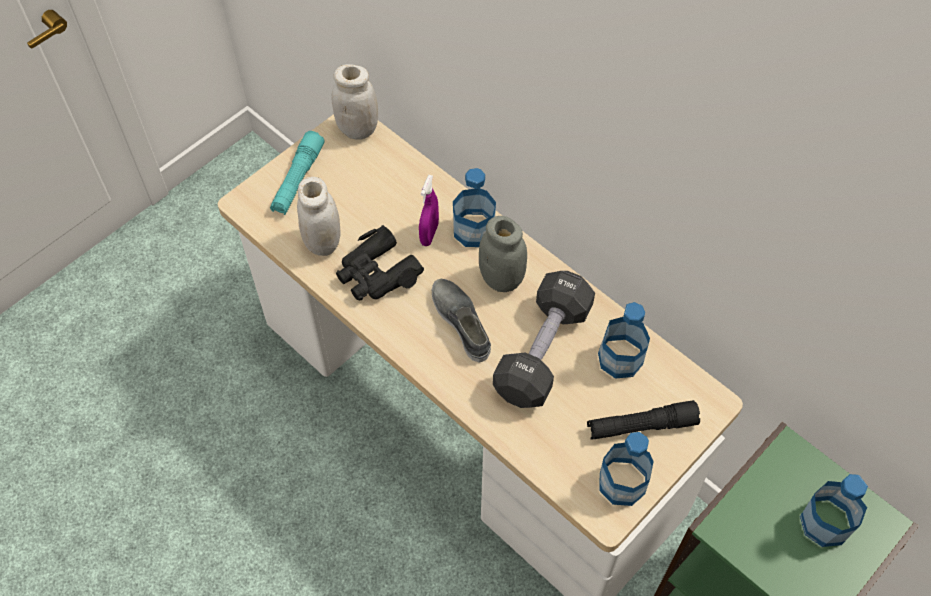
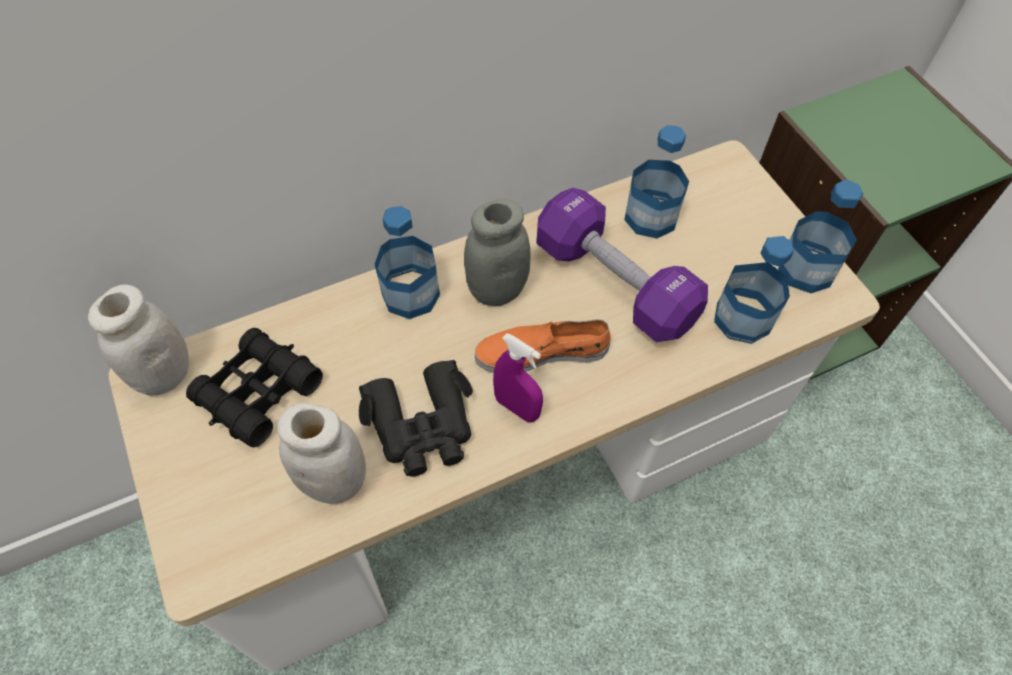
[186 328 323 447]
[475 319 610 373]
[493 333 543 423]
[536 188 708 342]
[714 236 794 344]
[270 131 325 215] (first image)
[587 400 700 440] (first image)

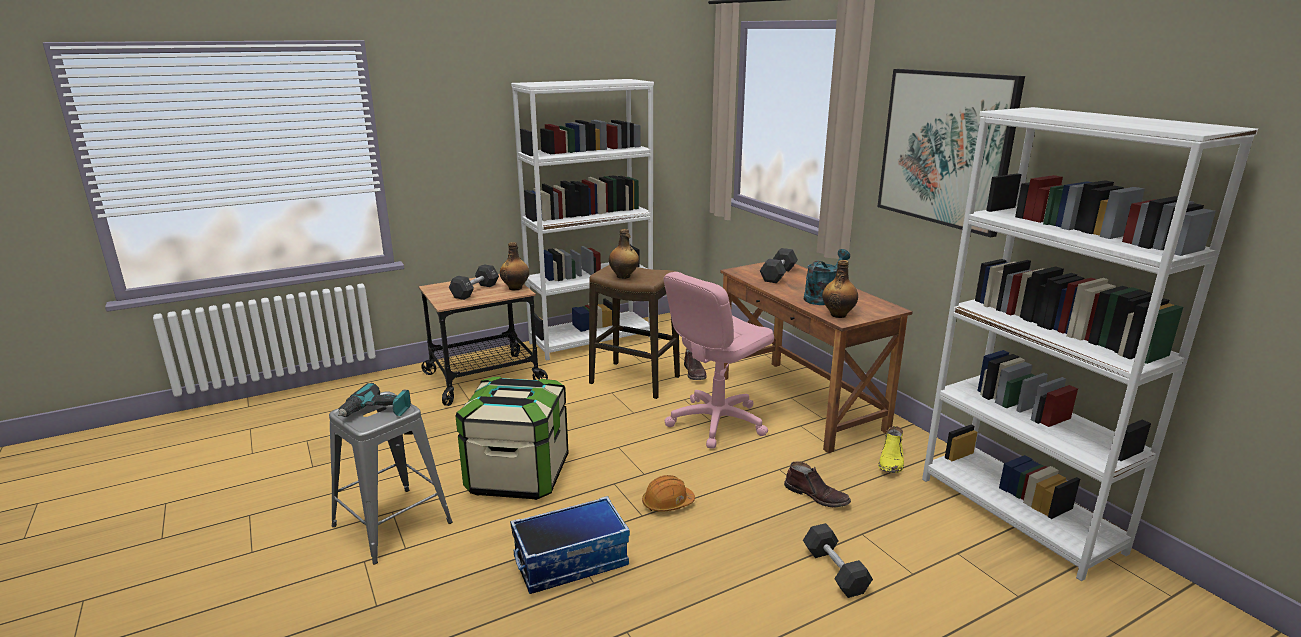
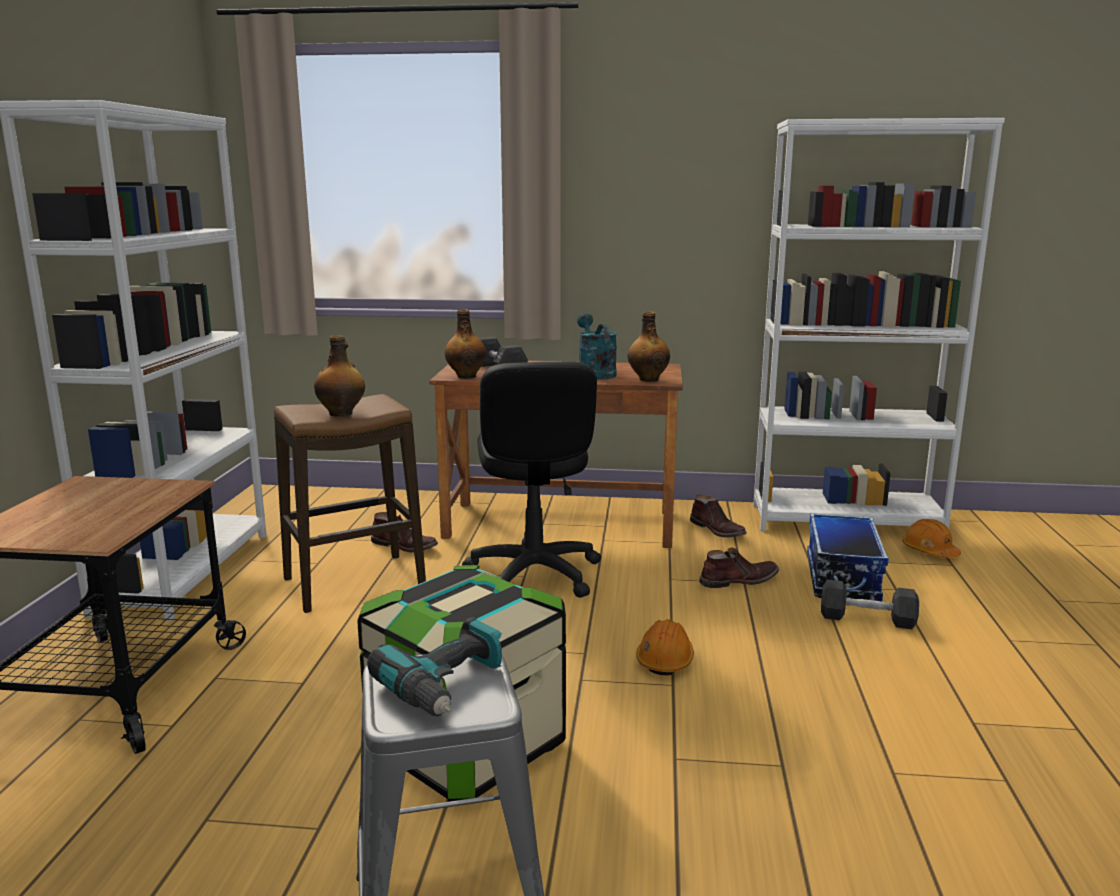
[445 309 486 379]
[462 361 601 598]
[690 494 746 538]
[807 513 889 602]
[902 519 961 558]
[449 264 499 300] (first image)
[877 69 1025 238] (first image)

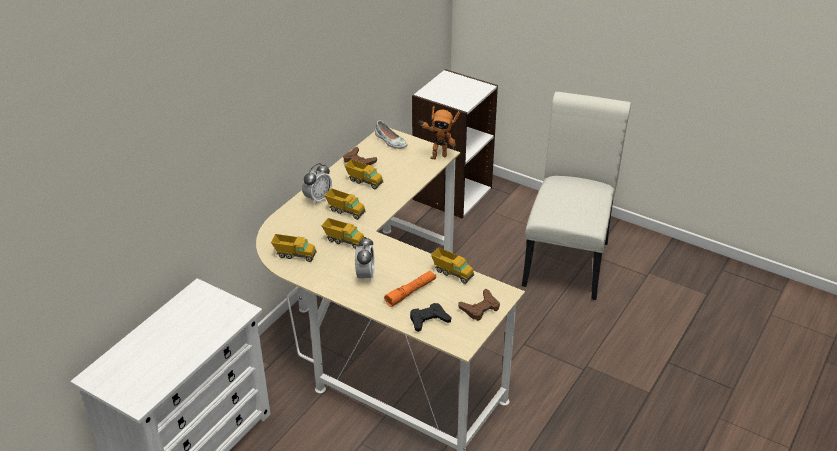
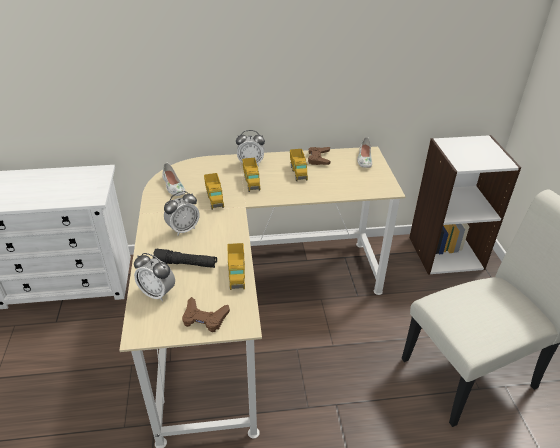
[134 253 175 302]
[153 249 217 268]
[162 163 185 196]
[418 106 460 159] (first image)

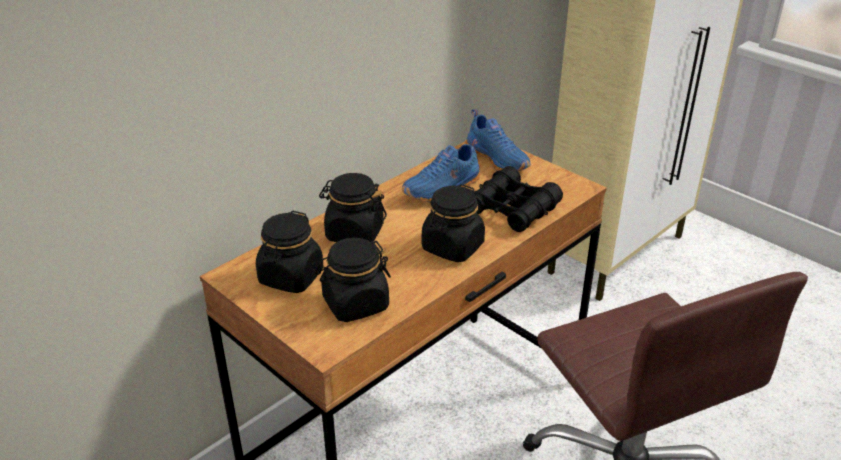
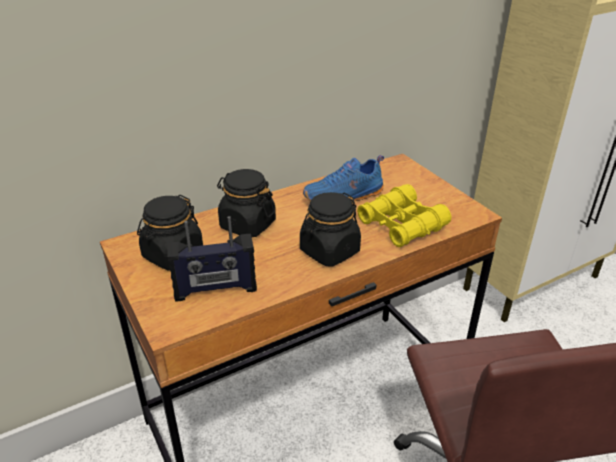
[168 216 257 301]
[357 184 452 247]
[465 109 531 171] (first image)

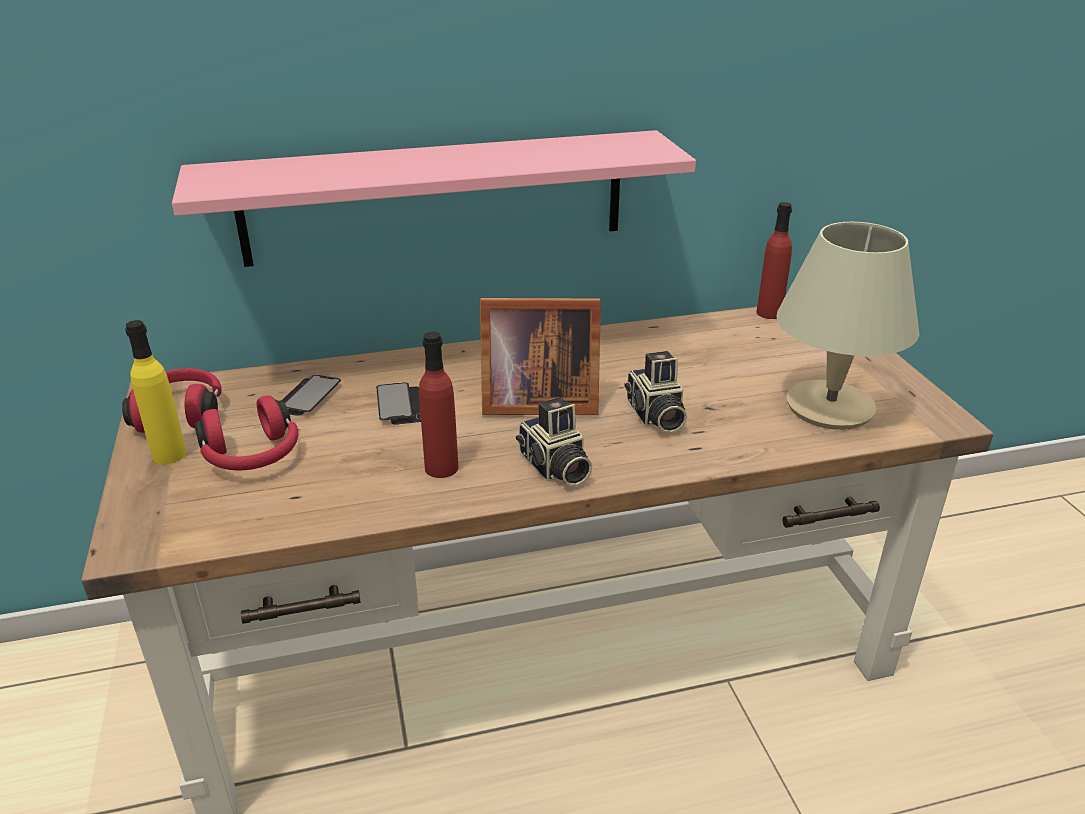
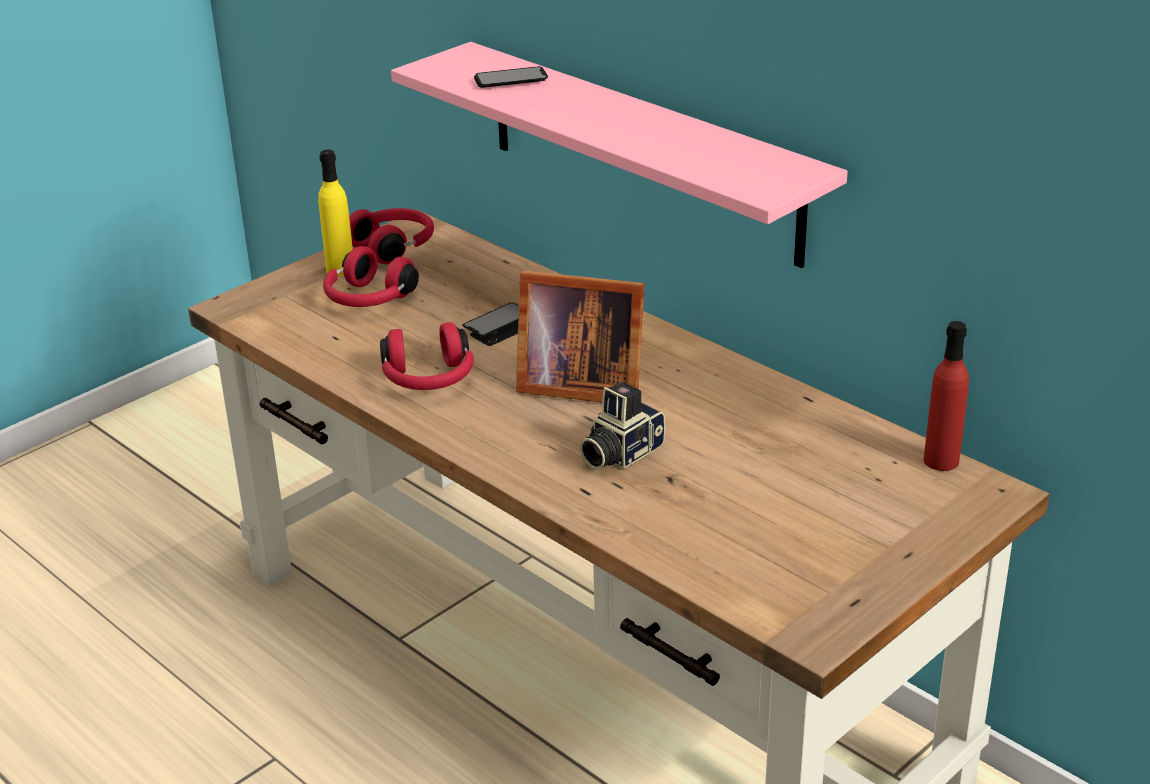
[380 322 474 390]
[474 66 548 88]
[516 271 645 402]
[516 397 592 486] (first image)
[776 222 919 430] (first image)

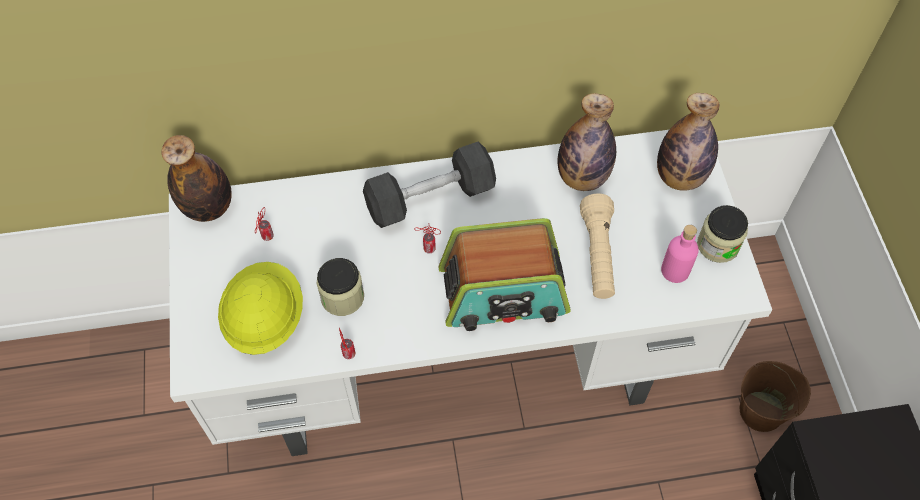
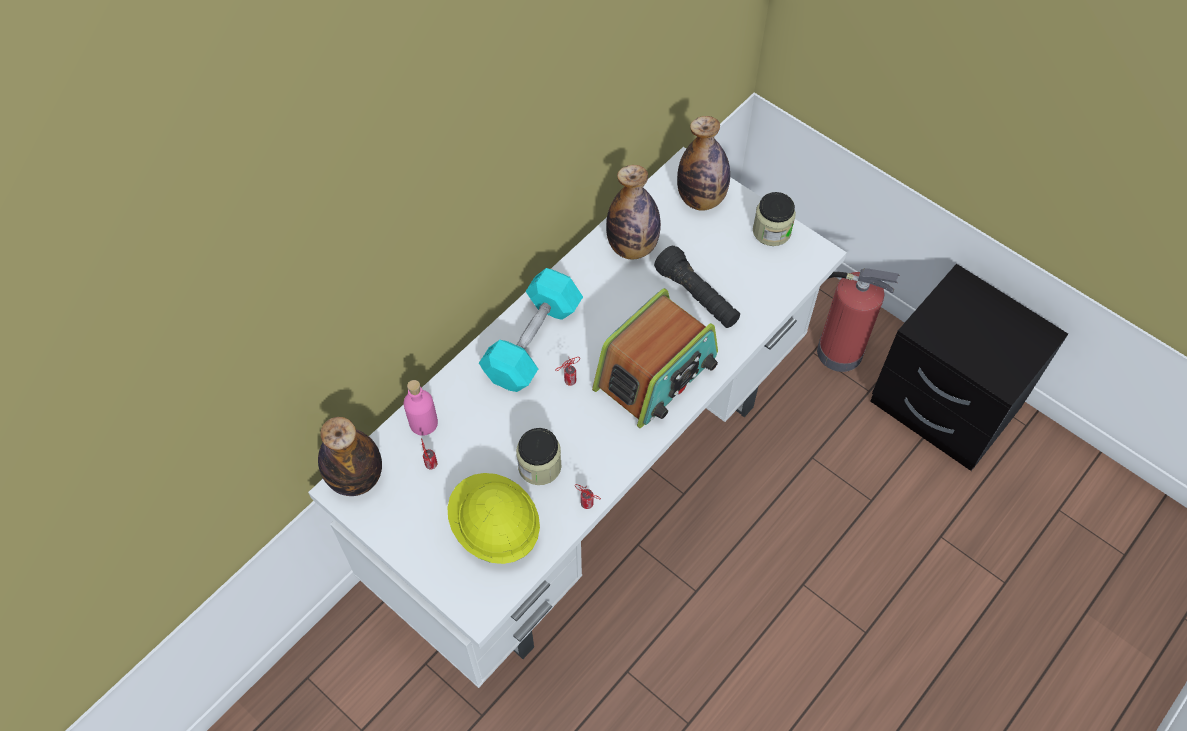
[404 380 438 436]
[479 268 583 392]
[654 246 740 328]
[817 268 900 372]

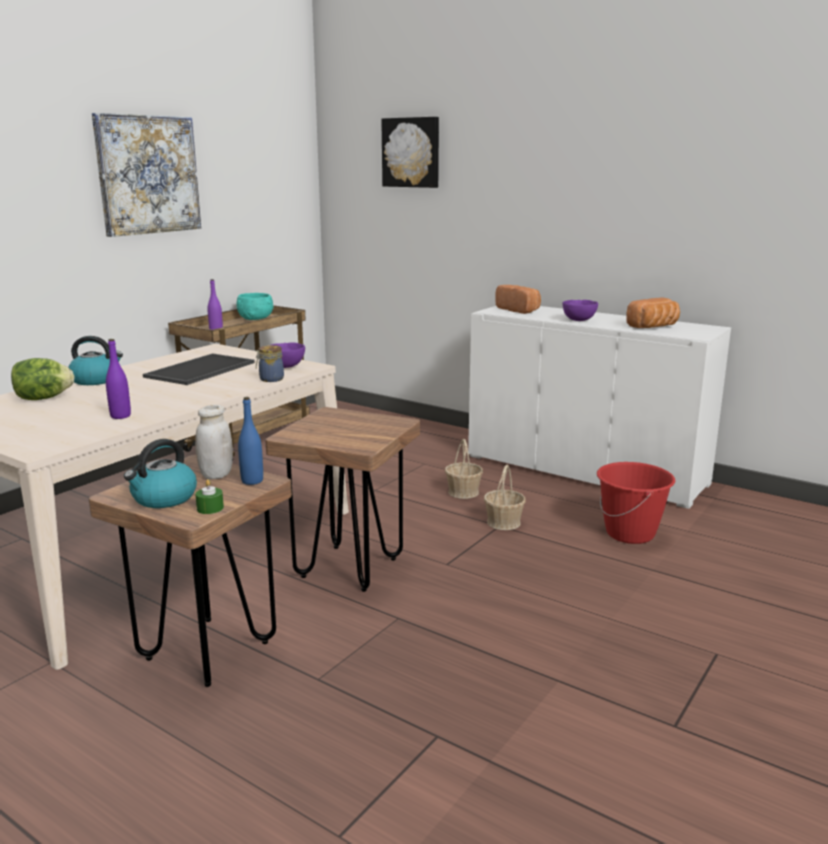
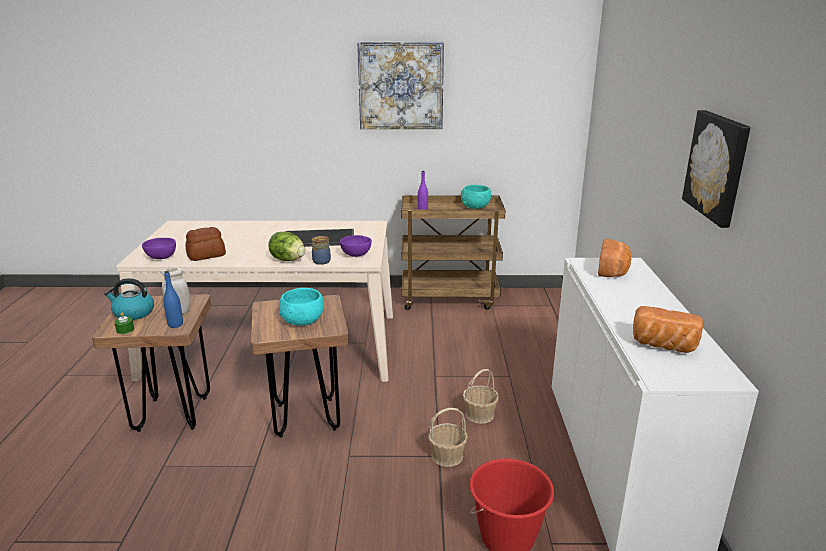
[142 238 176 259]
[186 227 226 261]
[268 232 306 261]
[279 288 324 326]
[682 110 751 228]
[68 336 123 385] (first image)

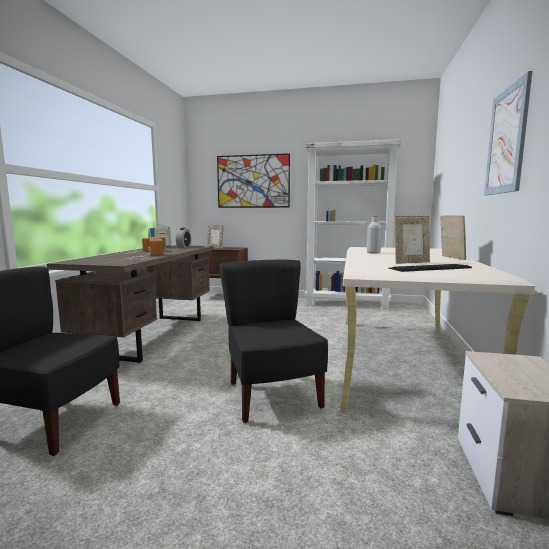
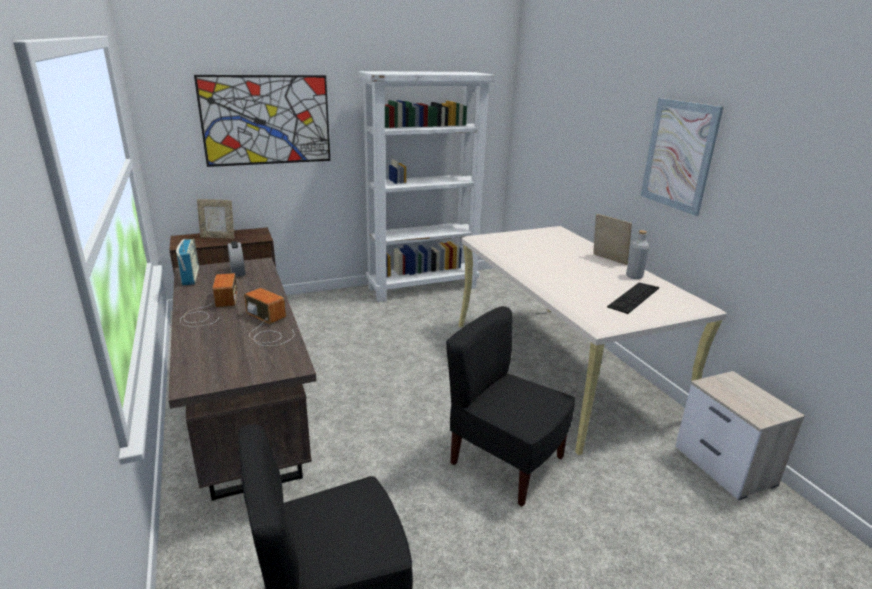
[626 230 649 279]
[394 216 430 264] (first image)

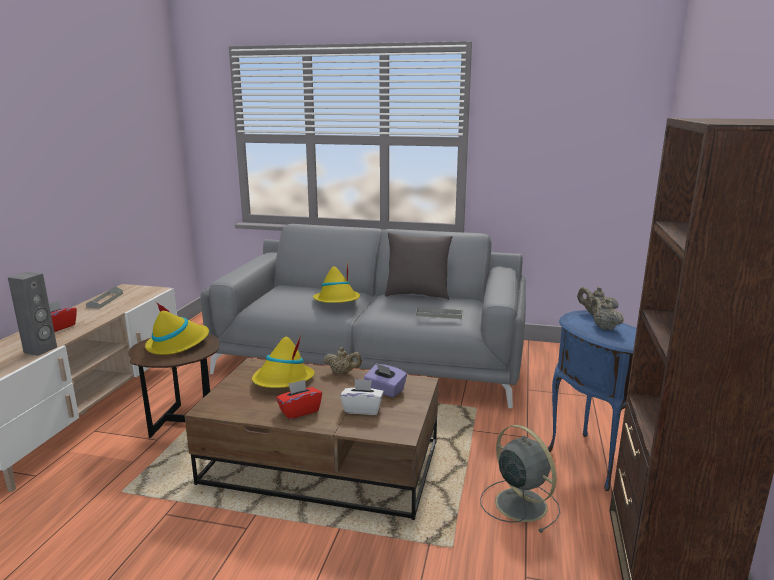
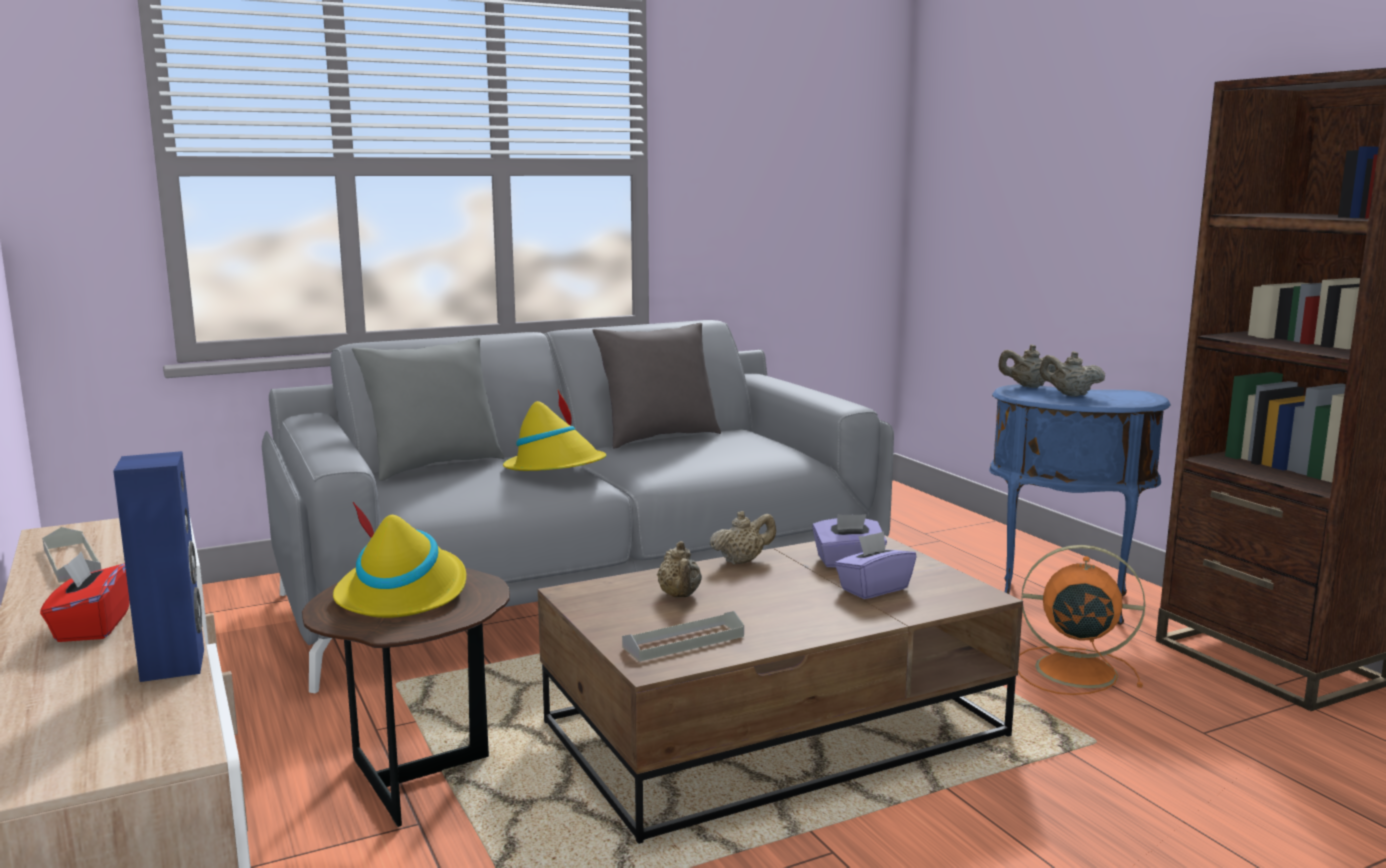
[113 451 204 682]
[352 338 505 481]
[622 611 744 662]
[657 541 702 597]
[835 531 917 599]
[1018 545 1145 695]
[276 380 322 419] (first image)

